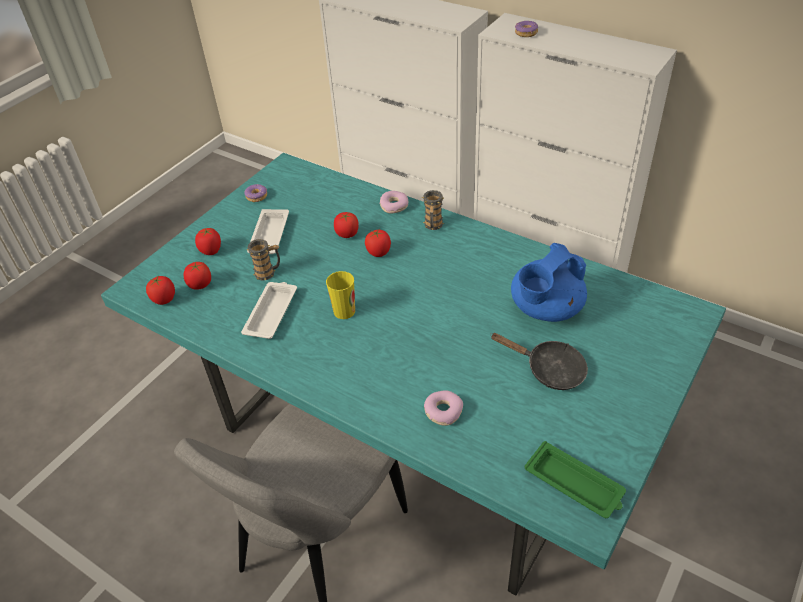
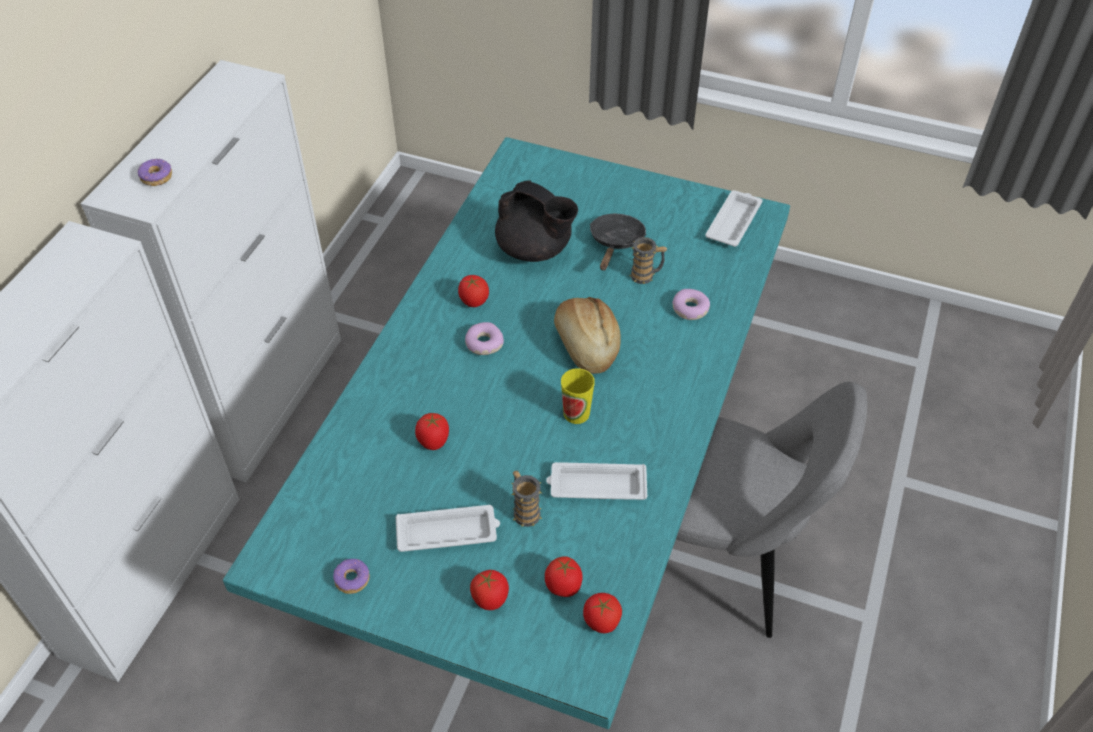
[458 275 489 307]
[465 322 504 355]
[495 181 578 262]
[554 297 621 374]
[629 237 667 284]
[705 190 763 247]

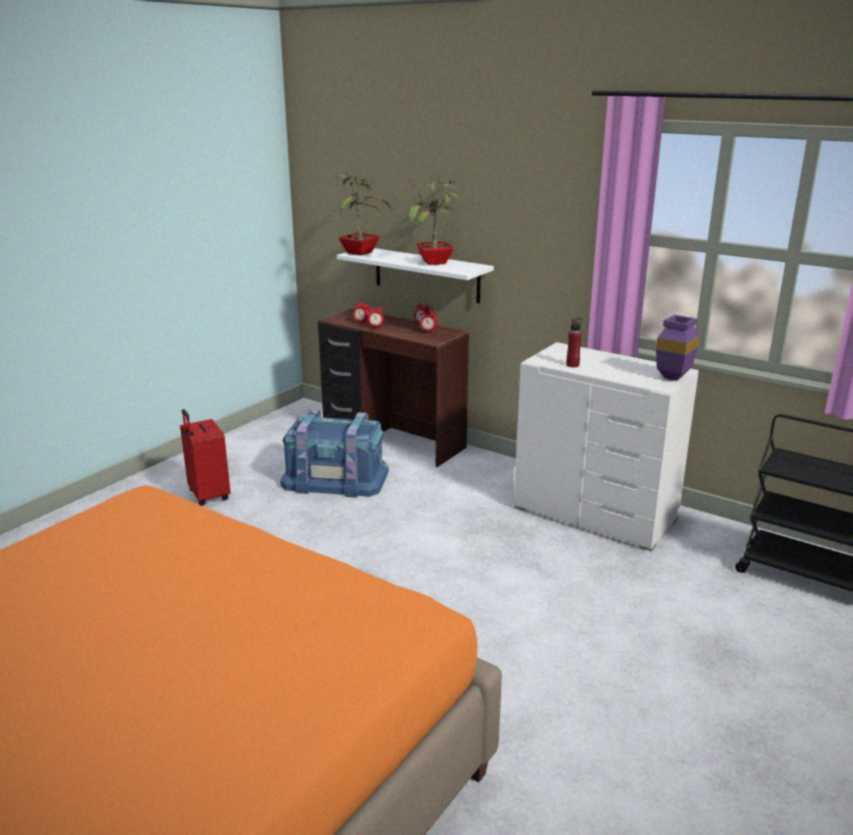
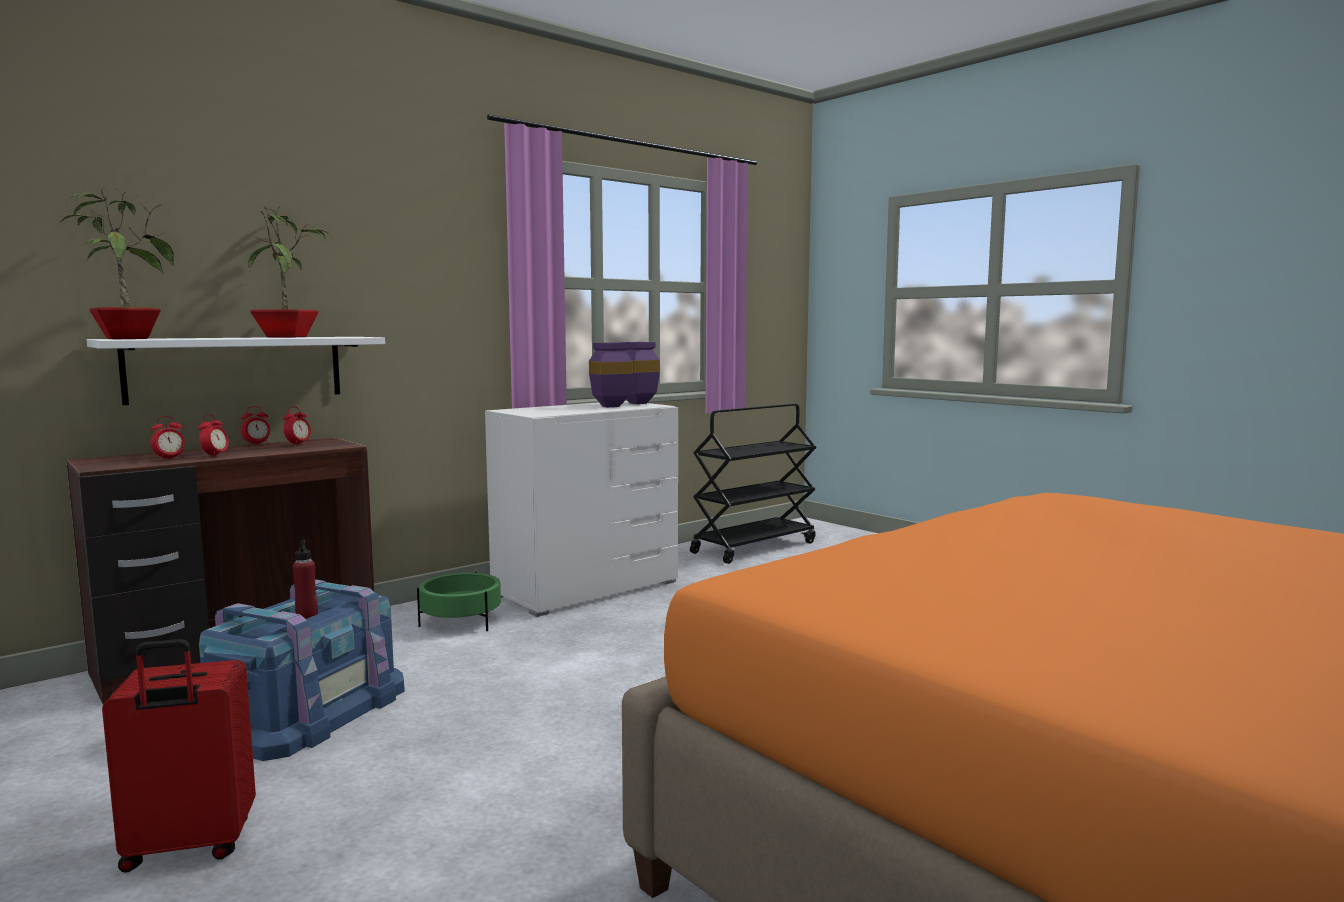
[293 539 318 619]
[417 572 501 631]
[589 343 633 407]

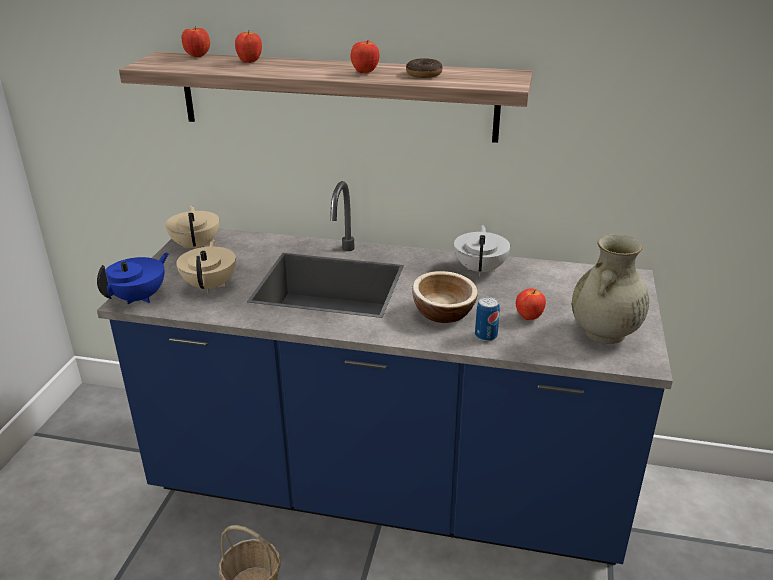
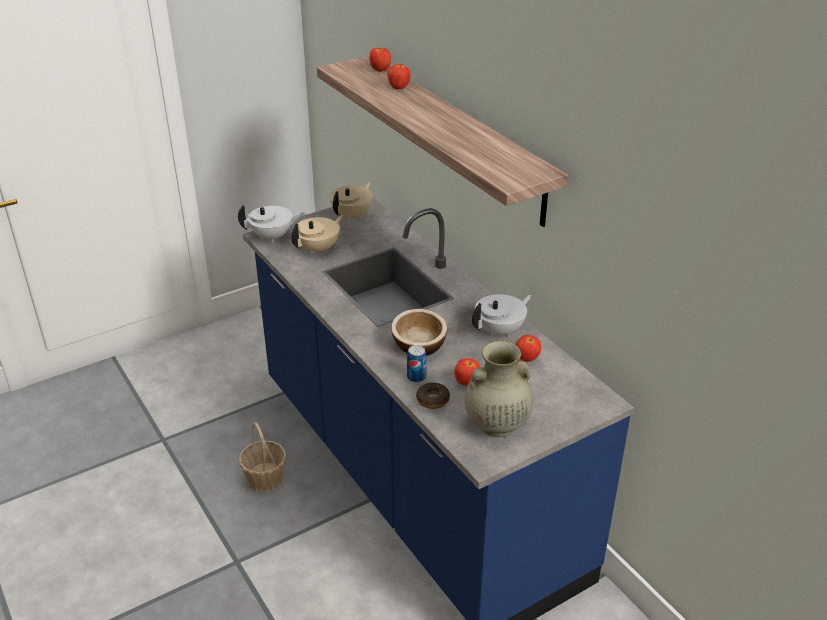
[238 205 305 243]
[416 382 450 409]
[515 335 541 362]

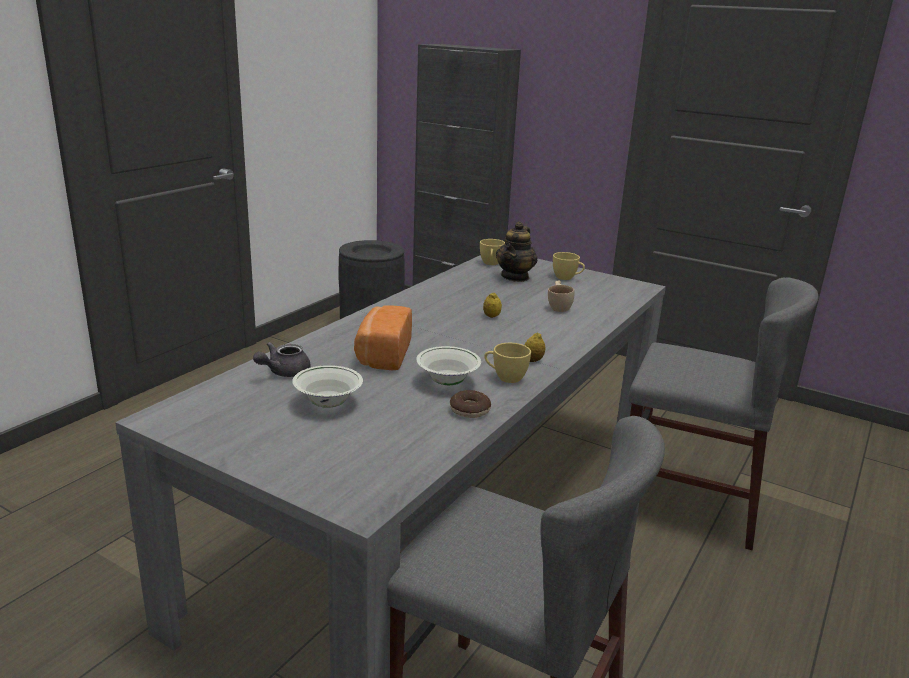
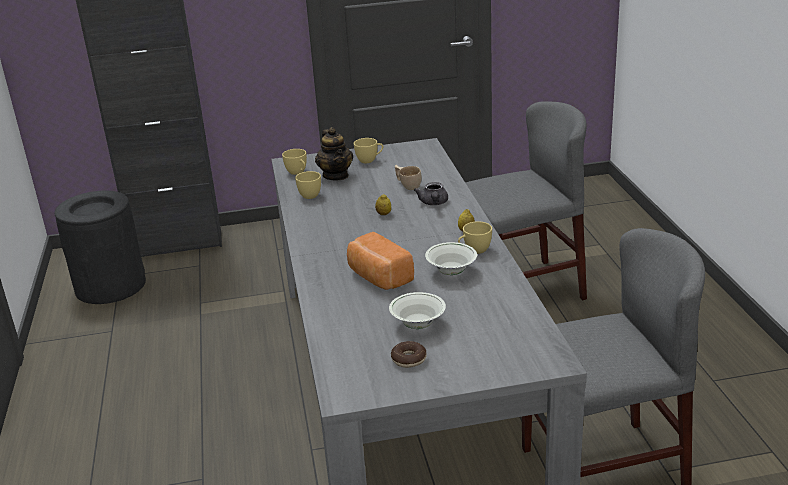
[295 171 321 199]
[391 341 427 368]
[414 182 448 205]

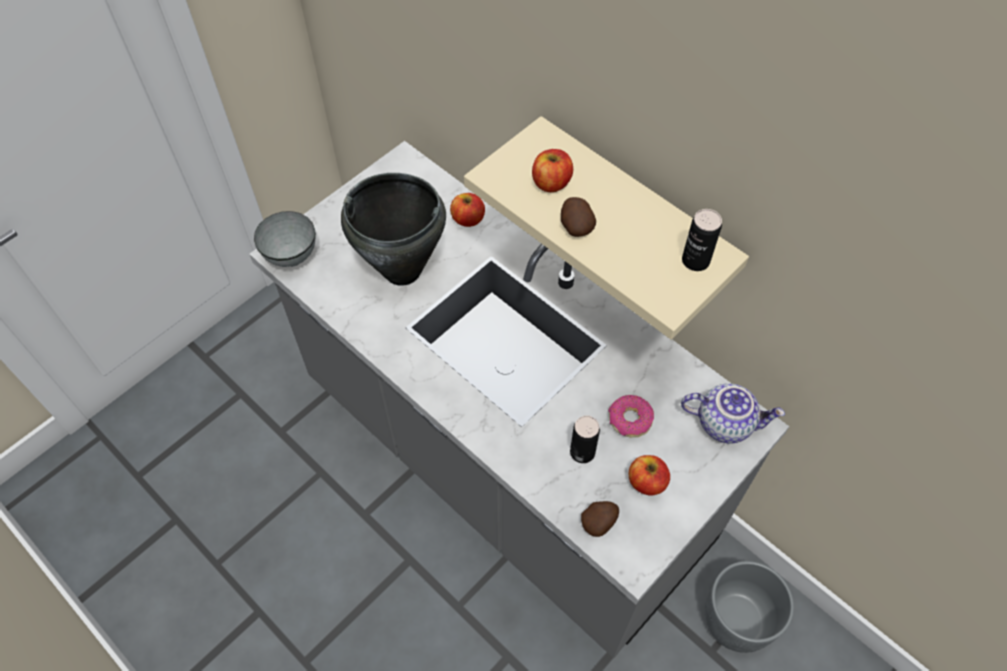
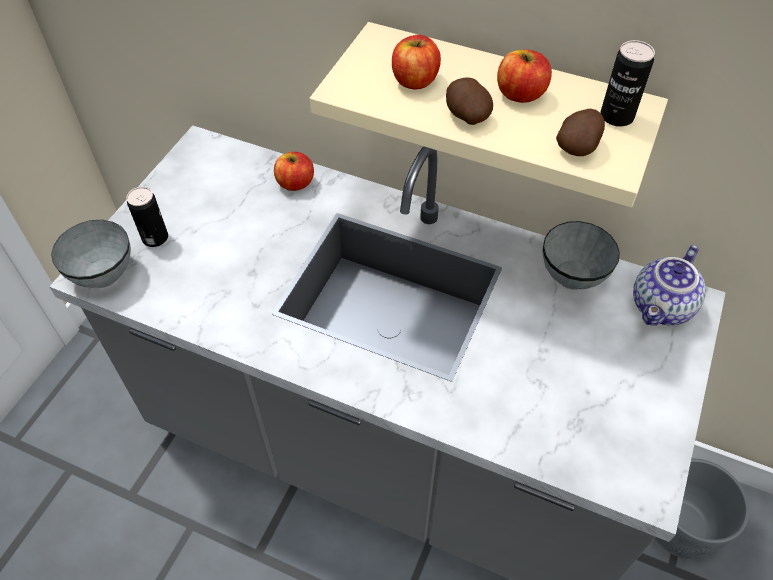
[126 187 168 247]
[497 49 552 103]
[542 221 620 290]
[556 109 605 156]
[633 245 706 326]
[341 173 446 286] (first image)
[608 395 654 437] (first image)

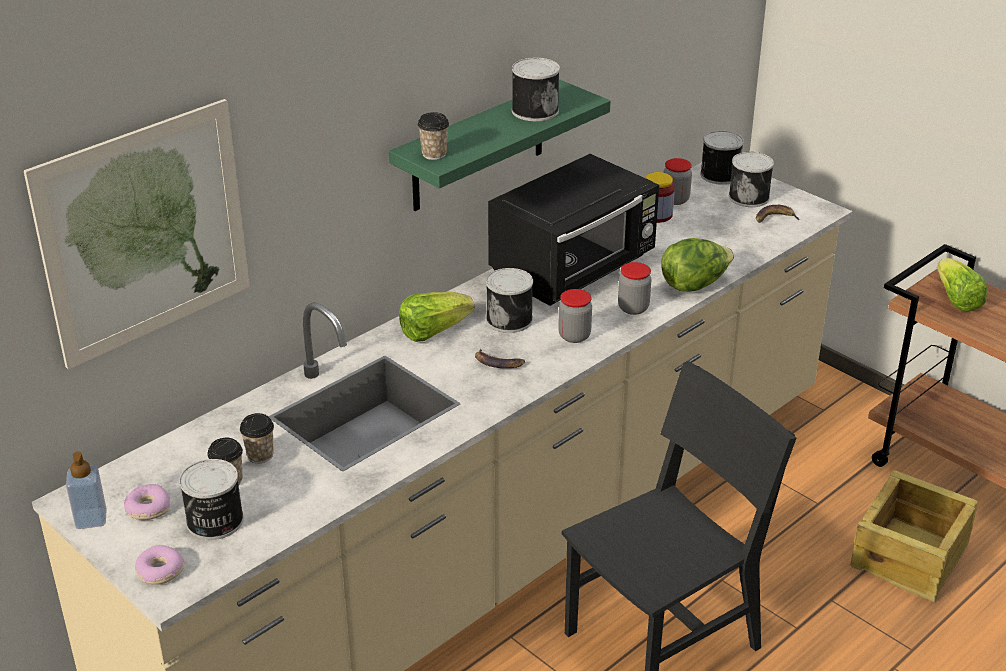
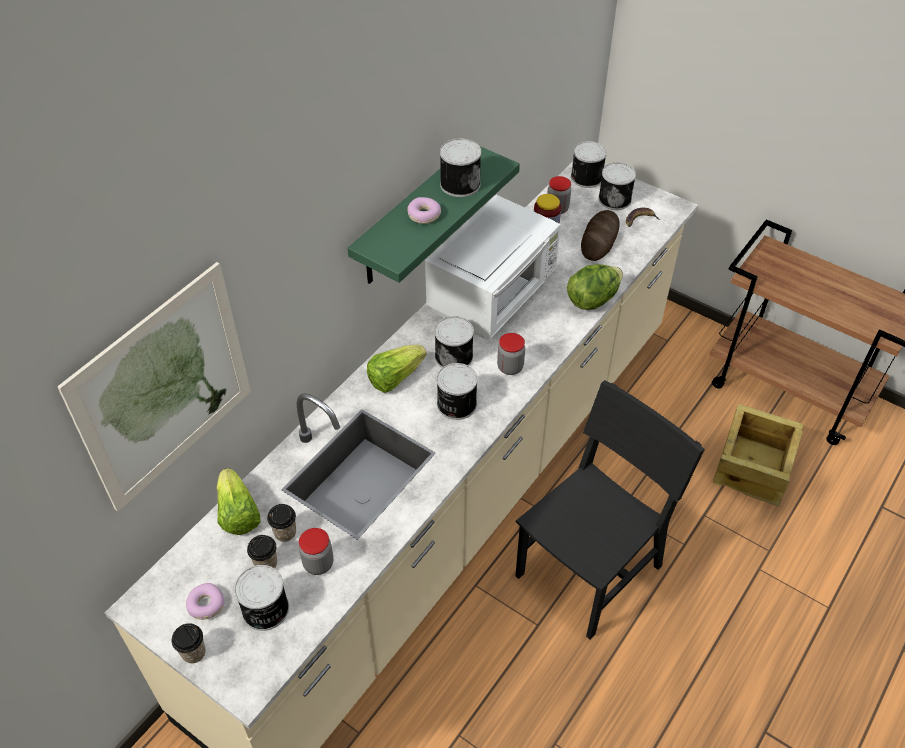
[172 623 205 663]
[217 468 261 535]
[299 528 333 575]
[407 197 441 224]
[425 195 561 338]
[437 363 478 420]
[581 210 620 261]
[66 451 107 529] (first image)

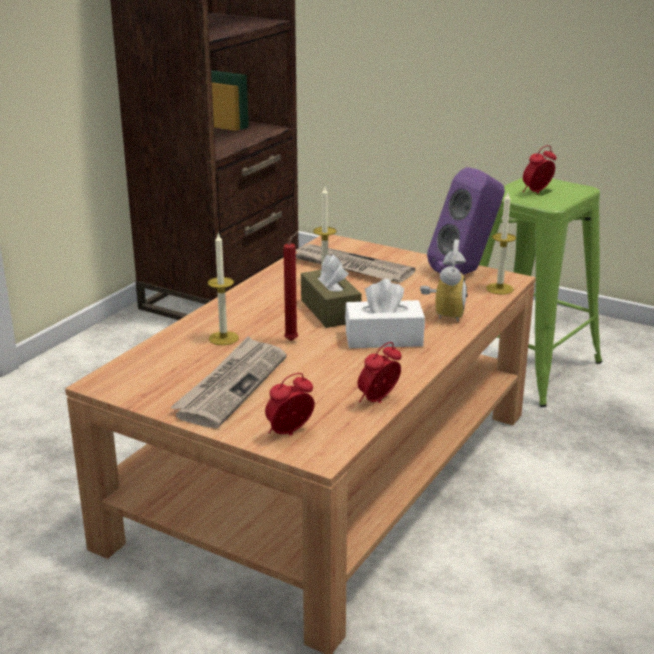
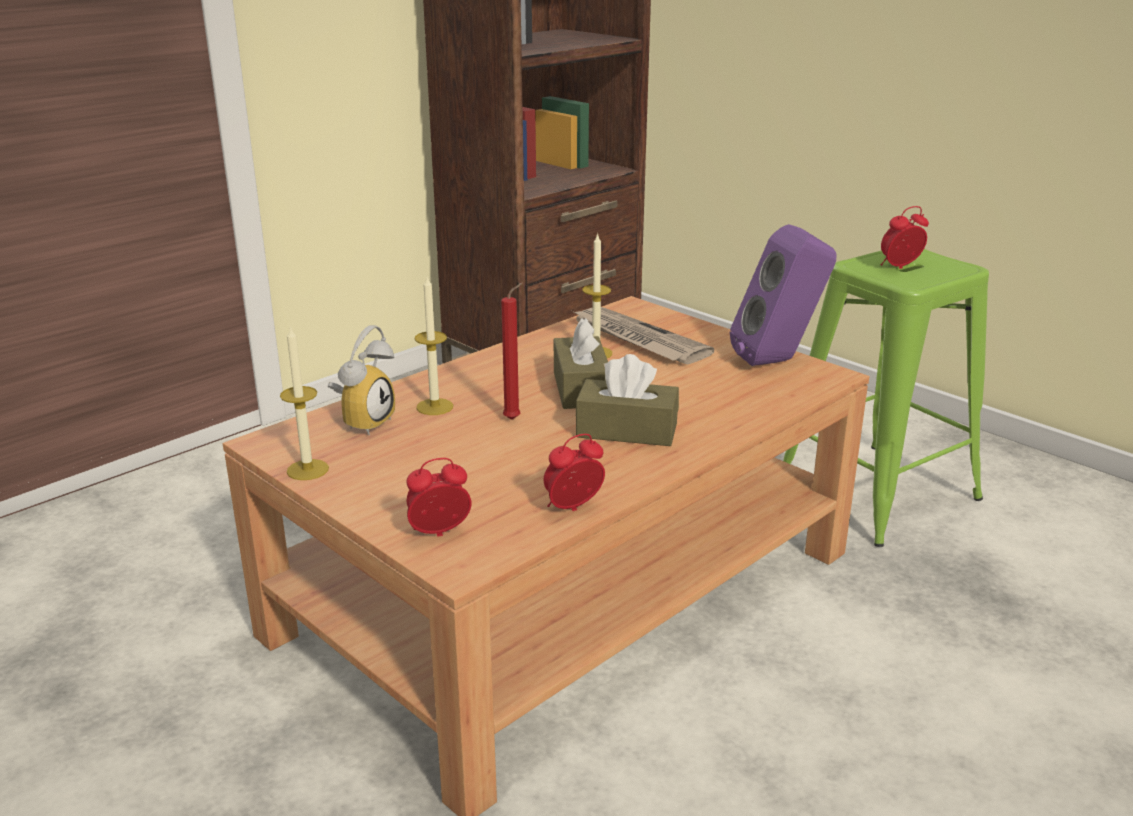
[280 326 329 480]
[328 325 395 435]
[576 354 679 446]
[170 336 287 428] (first image)

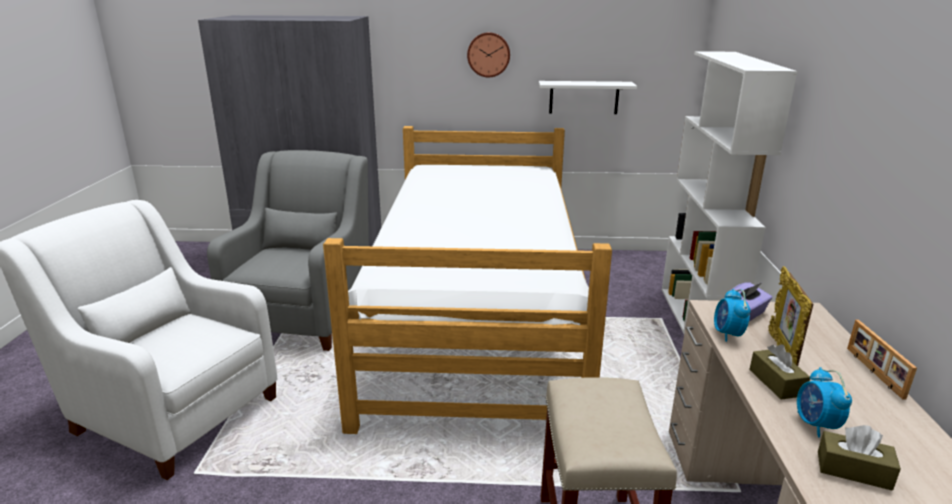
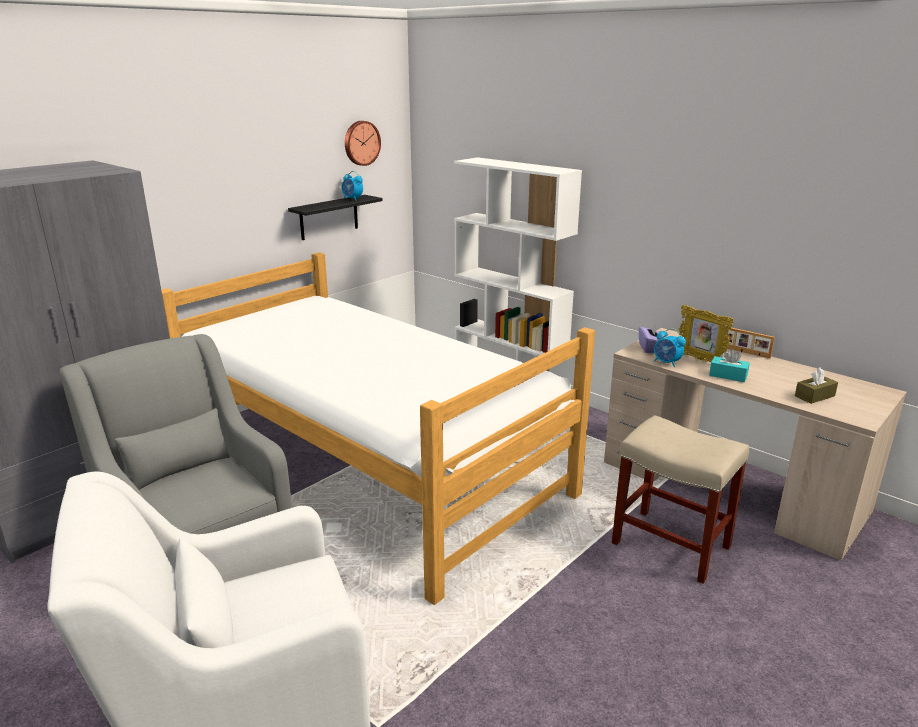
[288 195 383 240]
[342 171 363 201]
[345 121 381 166]
[709 349 750 382]

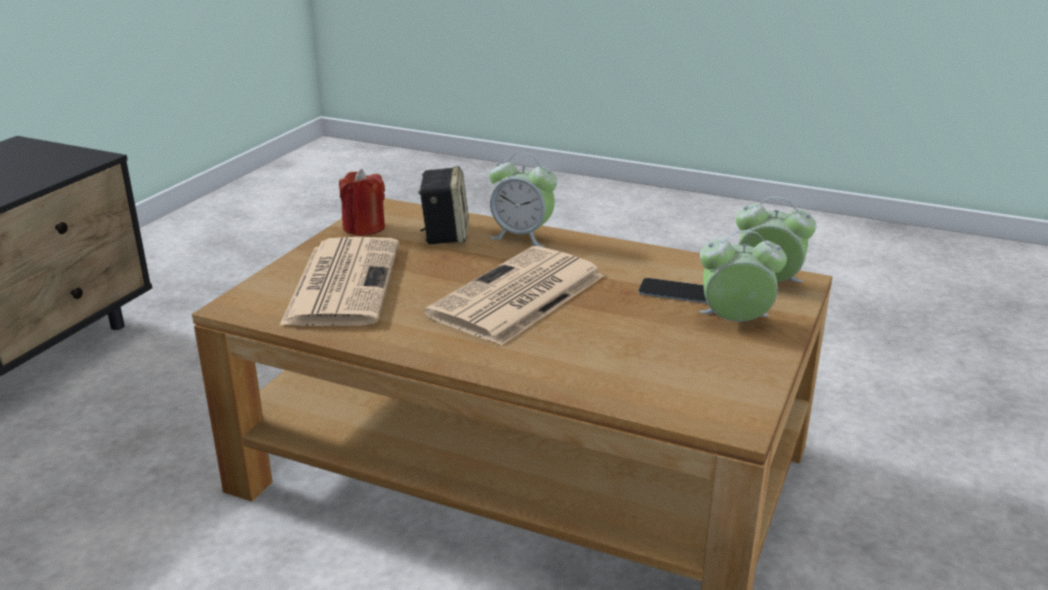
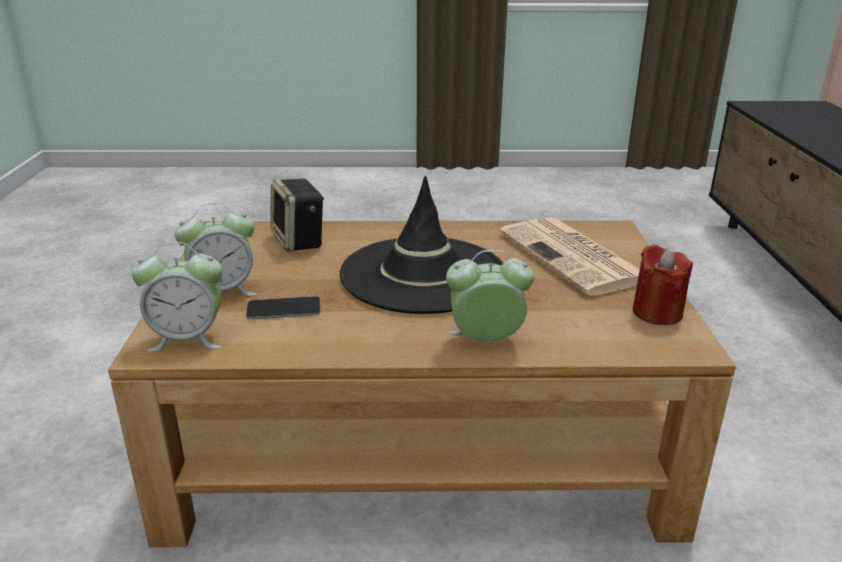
[270 179 324 252]
[340 176 503 314]

